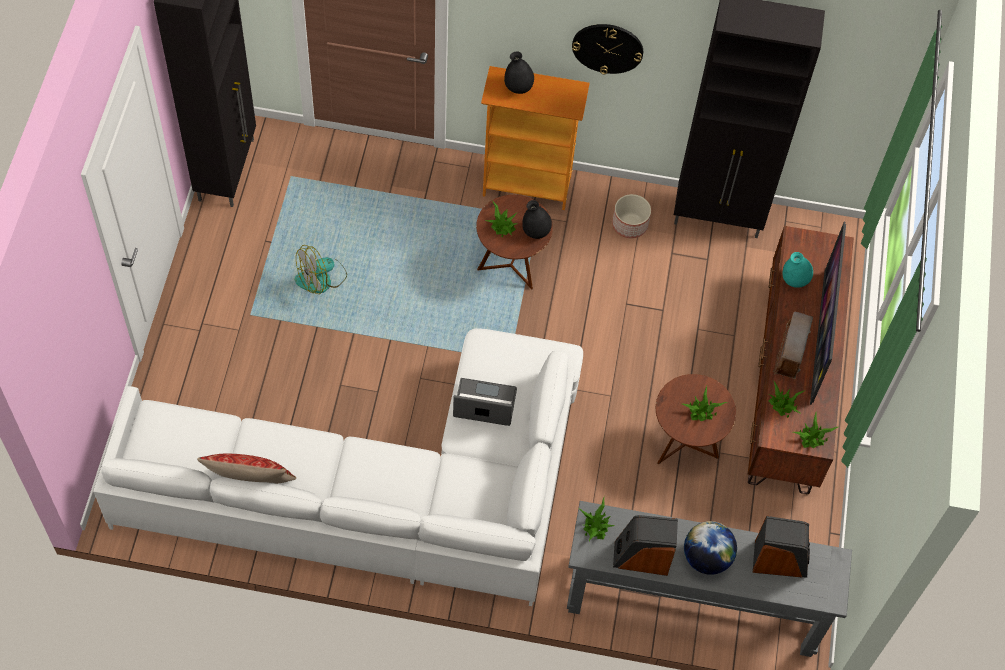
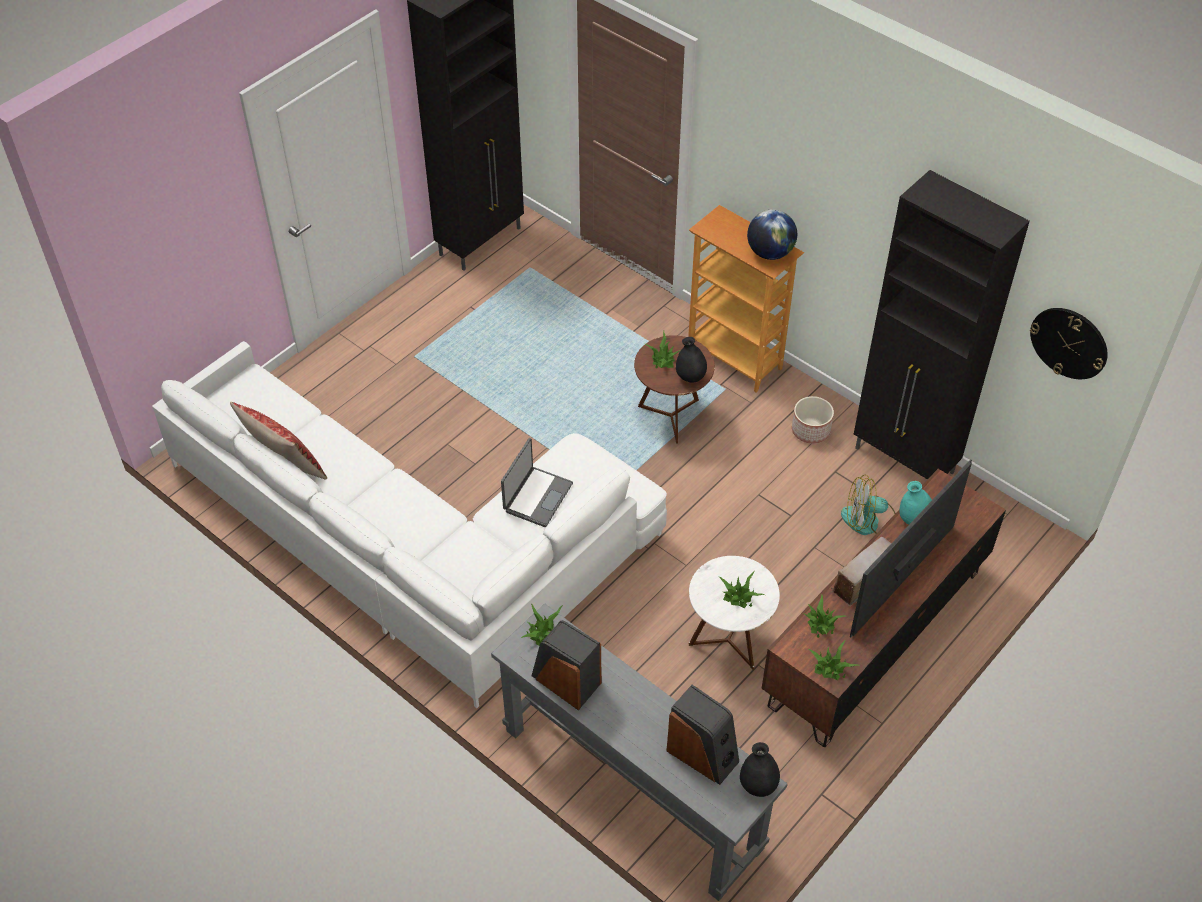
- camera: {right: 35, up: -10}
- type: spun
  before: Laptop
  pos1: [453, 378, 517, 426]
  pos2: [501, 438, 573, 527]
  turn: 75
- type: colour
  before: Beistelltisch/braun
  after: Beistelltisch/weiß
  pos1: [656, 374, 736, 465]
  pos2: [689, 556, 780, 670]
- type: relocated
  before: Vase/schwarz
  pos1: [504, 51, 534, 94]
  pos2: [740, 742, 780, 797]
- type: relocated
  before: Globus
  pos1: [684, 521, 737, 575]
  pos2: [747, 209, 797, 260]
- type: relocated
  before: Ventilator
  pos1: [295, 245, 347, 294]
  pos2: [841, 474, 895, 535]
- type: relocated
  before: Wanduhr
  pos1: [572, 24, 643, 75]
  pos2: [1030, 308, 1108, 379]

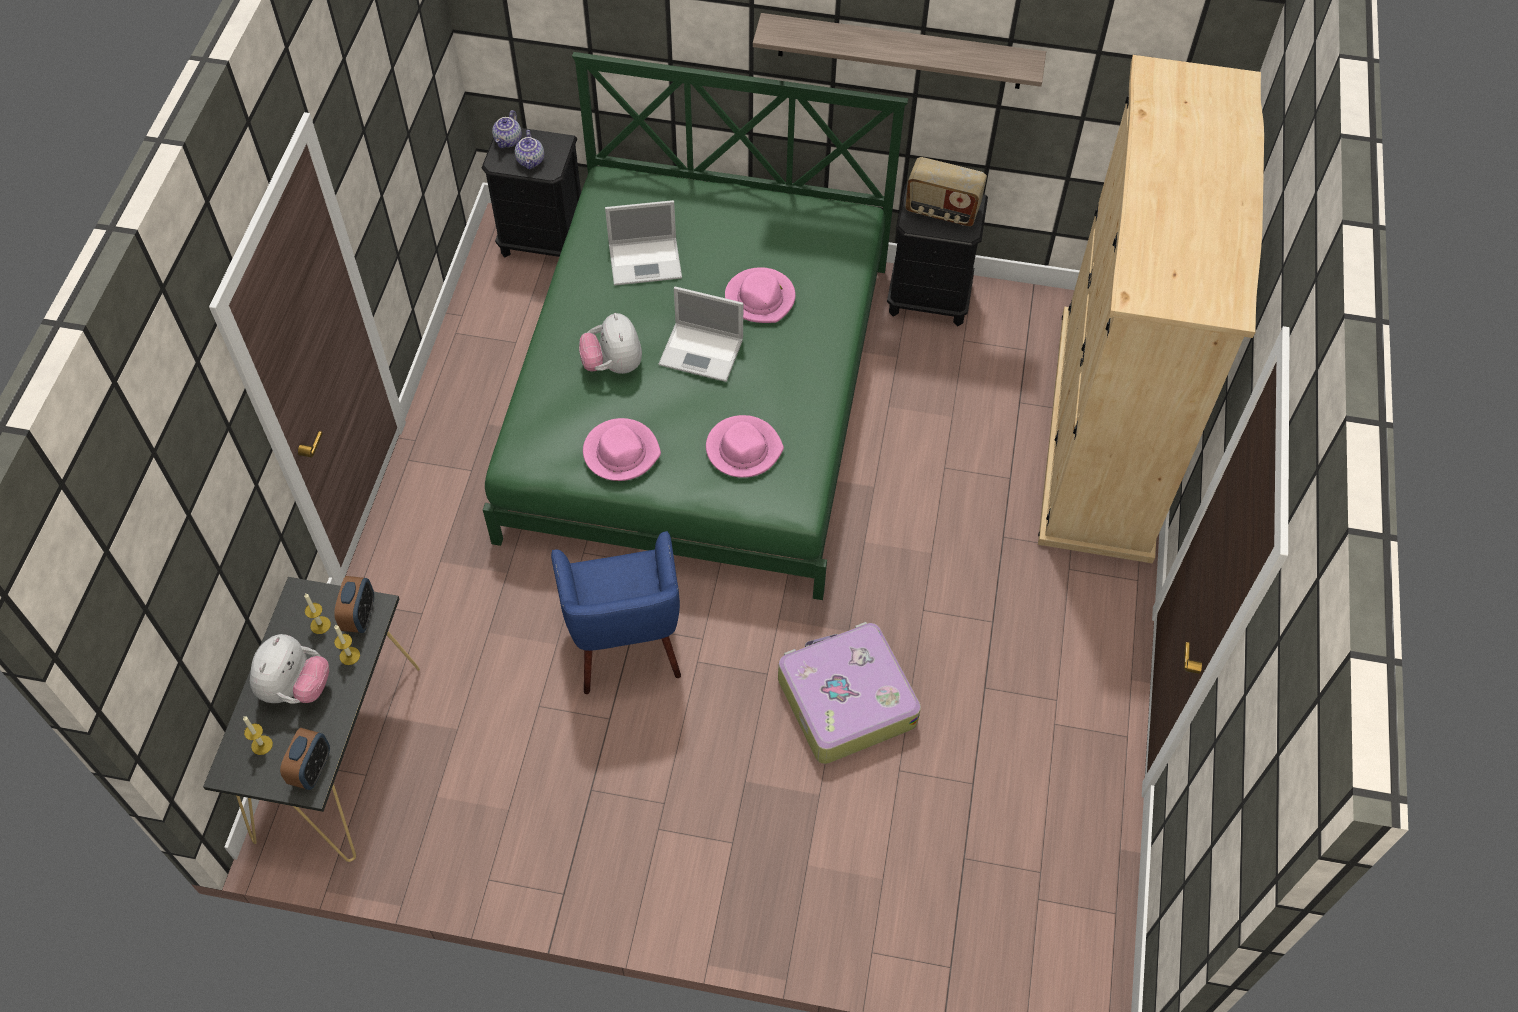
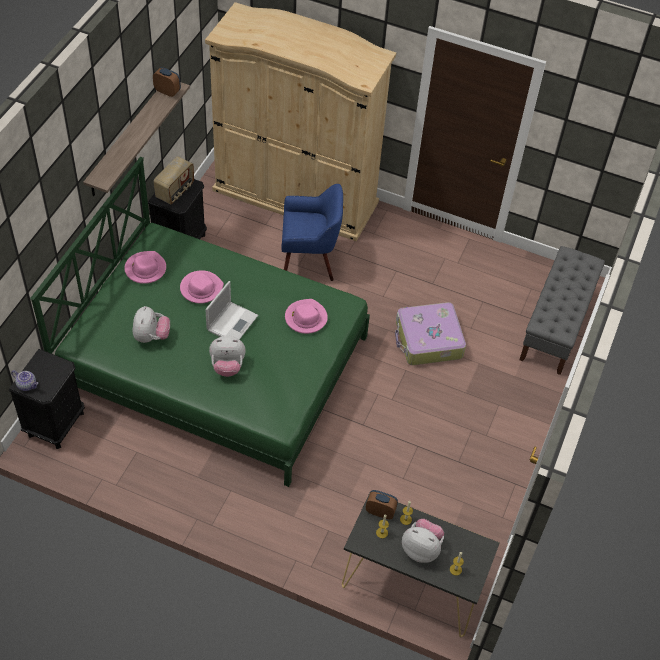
- camera: {right: -80, up: -5}
- type: relocated
  before: Hut/rosa
  pos1: [583, 418, 661, 481]
  pos2: [124, 251, 166, 284]
- type: exchanged
  before: Laptop
  after: Plüschtier
  pos1: [605, 200, 682, 286]
  pos2: [133, 306, 170, 343]
- type: relocated
  before: Wecker
  pos1: [280, 728, 330, 790]
  pos2: [153, 67, 181, 97]
- type: relocated
  before: Sessel/blau
  pos1: [551, 531, 681, 694]
  pos2: [282, 184, 343, 281]
- type: appeared
  after: Bank/grau
  pos2: [519, 246, 605, 375]
- type: missing
  before: Teekanne
  pos1: [515, 130, 544, 169]

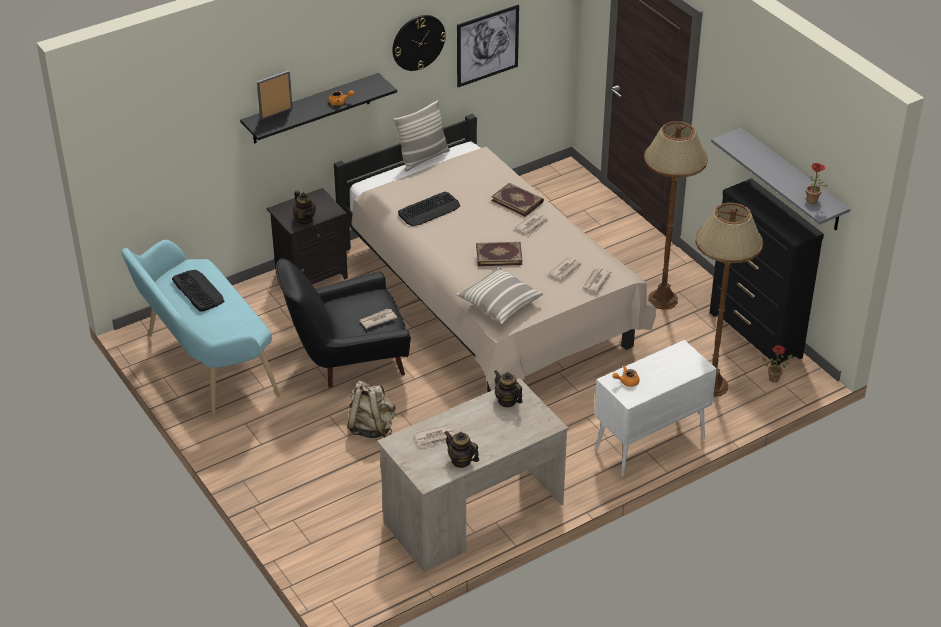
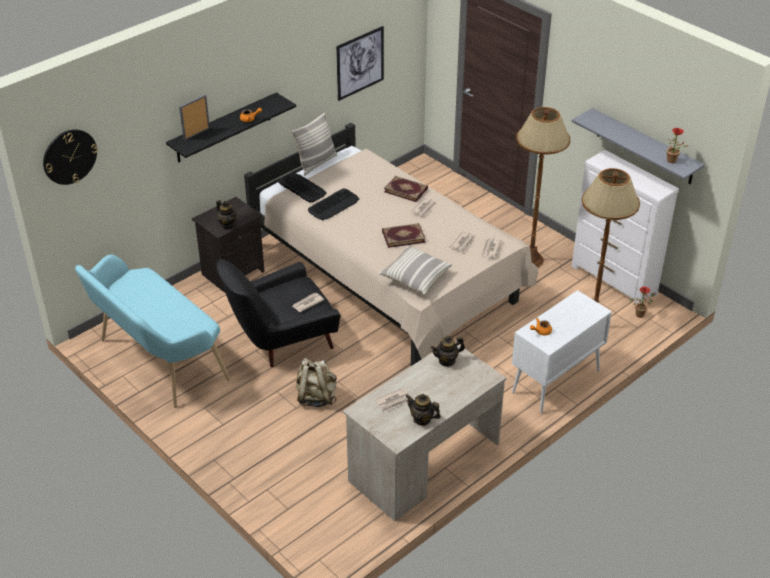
- camera: {right: -10, up: 0}
- type: relocated
  before: Wanduhr
  pos1: [392, 15, 446, 71]
  pos2: [43, 129, 98, 185]
- type: relocated
  before: Tastatur
  pos1: [172, 270, 224, 312]
  pos2: [278, 173, 327, 203]
- type: spun
  before: Teekanne
  pos1: [494, 370, 523, 407]
  pos2: [431, 336, 465, 367]
  turn: -60
- type: colour
  before: Kommode/schwarz
  after: Kommode/weiß
  pos1: [709, 178, 824, 366]
  pos2: [572, 150, 679, 305]

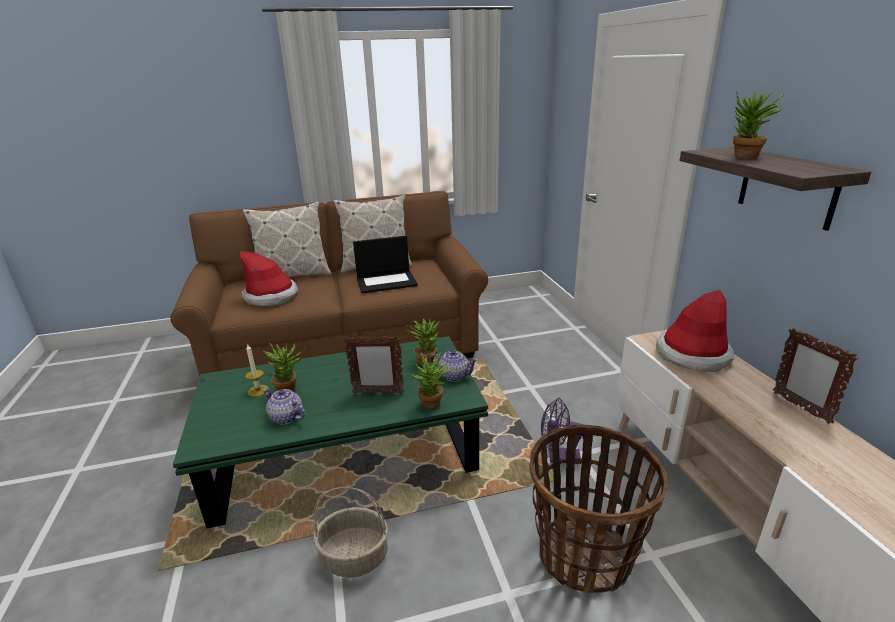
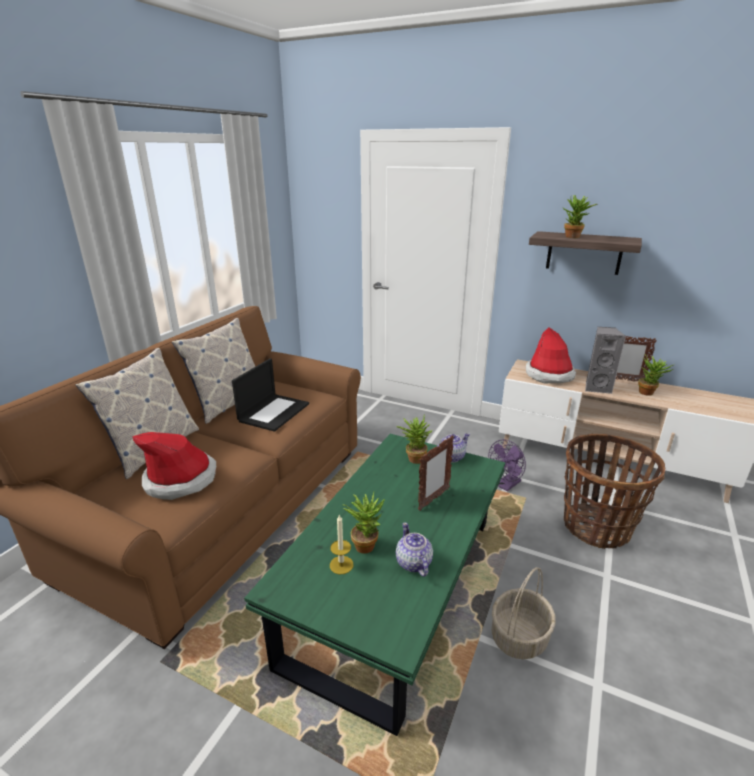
- camera: {right: -50, up: 0}
- type: spun
  before: Teekanne
  pos1: [263, 388, 305, 425]
  pos2: [396, 522, 433, 577]
  turn: 90
- type: appeared
  after: Lautsprecher/grau
  pos2: [585, 327, 626, 394]
- type: relocated
  before: Topfpflanze
  pos1: [410, 352, 454, 409]
  pos2: [638, 355, 674, 396]

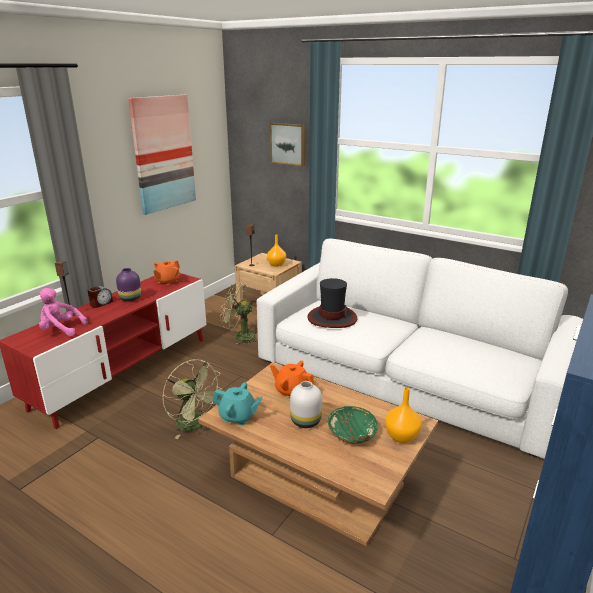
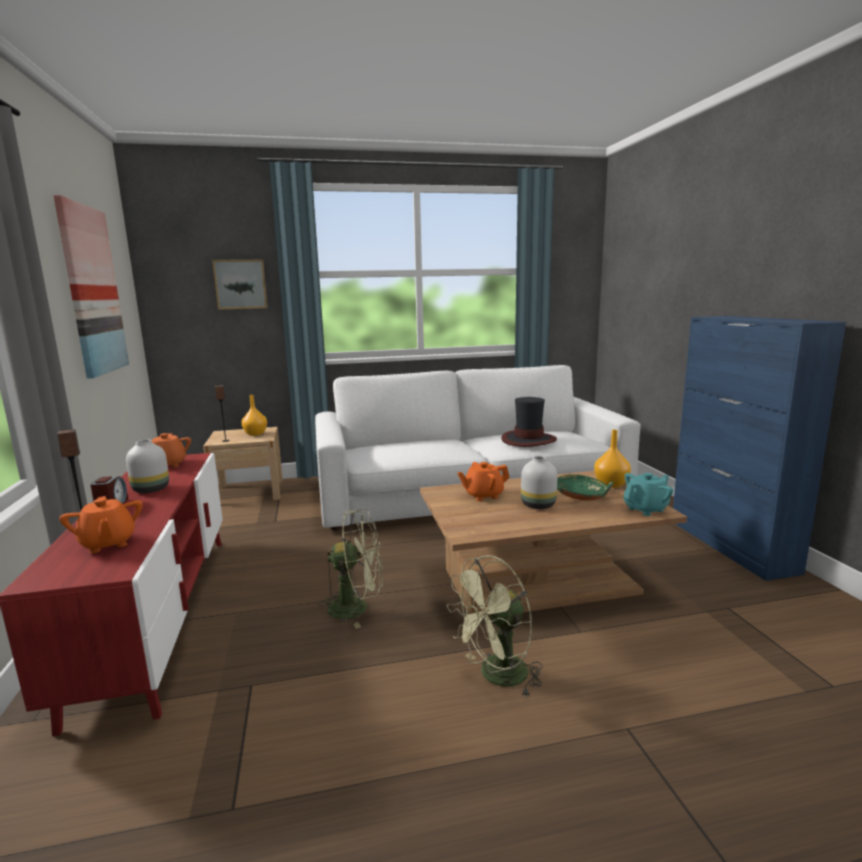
- camera: {right: -45, up: -10}
- type: exchanged
  before: Plüschtier/rosa
  after: Teekanne/orange
  pos1: [39, 288, 88, 336]
  pos2: [59, 496, 143, 553]
- type: colour
  before: Vase/lila
  after: Vase/weiß
  pos1: [116, 268, 141, 302]
  pos2: [126, 440, 169, 493]
- type: relocated
  before: Ventilator/grün
  pos1: [220, 282, 258, 345]
  pos2: [447, 555, 543, 698]
- type: relocated
  before: Hut
  pos1: [307, 278, 357, 328]
  pos2: [501, 397, 557, 447]
- type: relocated
  before: Teekanne/türkis
  pos1: [213, 382, 262, 425]
  pos2: [623, 473, 673, 516]

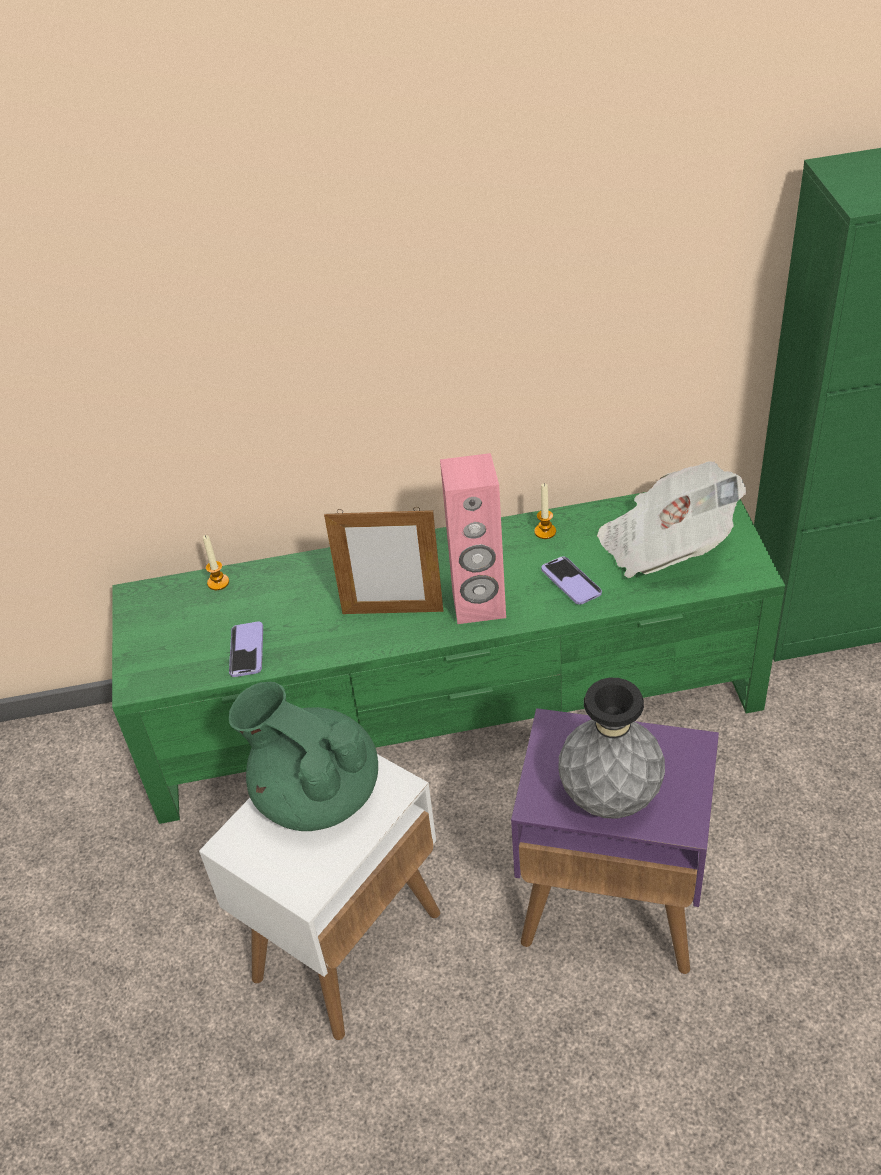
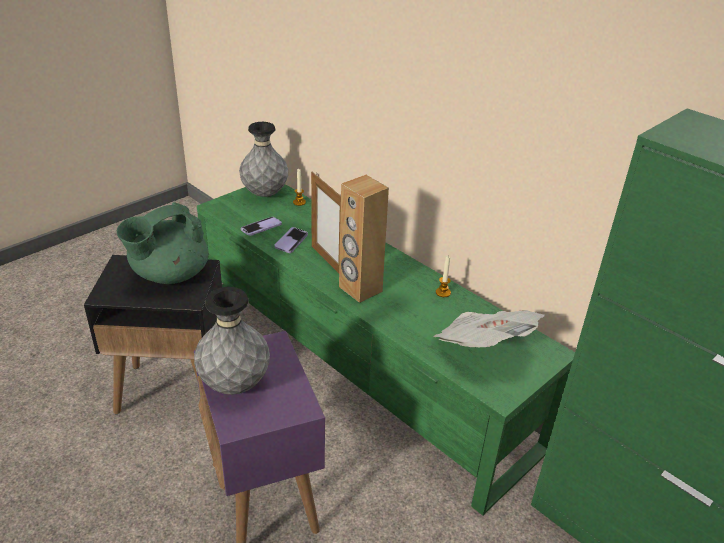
- camera: {right: 50, up: -10}
- type: colour
  before: Beistelltisch/weiß
  after: Beistelltisch/schwarz
  pos1: [199, 754, 440, 1040]
  pos2: [84, 255, 222, 414]
- type: spun
  before: Teekanne/grün
  pos1: [229, 682, 378, 831]
  pos2: [117, 202, 208, 284]
  turn: -135
- type: appeared
  after: Vase/grau
  pos2: [239, 122, 289, 197]
- type: relocated
  before: Handy
  pos1: [541, 556, 602, 605]
  pos2: [274, 227, 308, 253]
- type: colour
  before: Lautsprecher/rosa
  after: Lautsprecher/braun
  pos1: [440, 453, 506, 624]
  pos2: [339, 175, 389, 303]

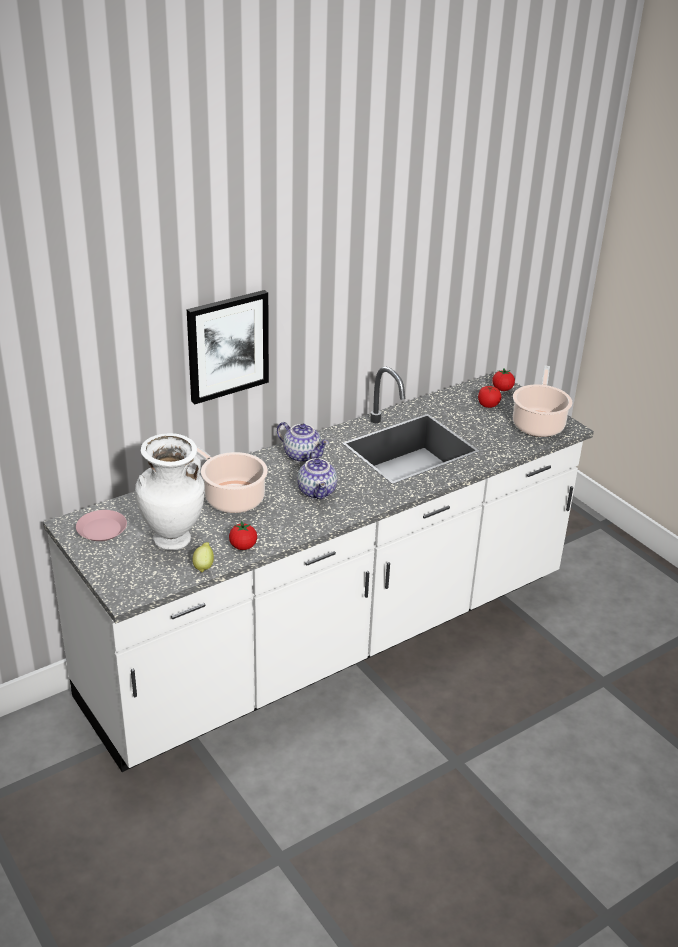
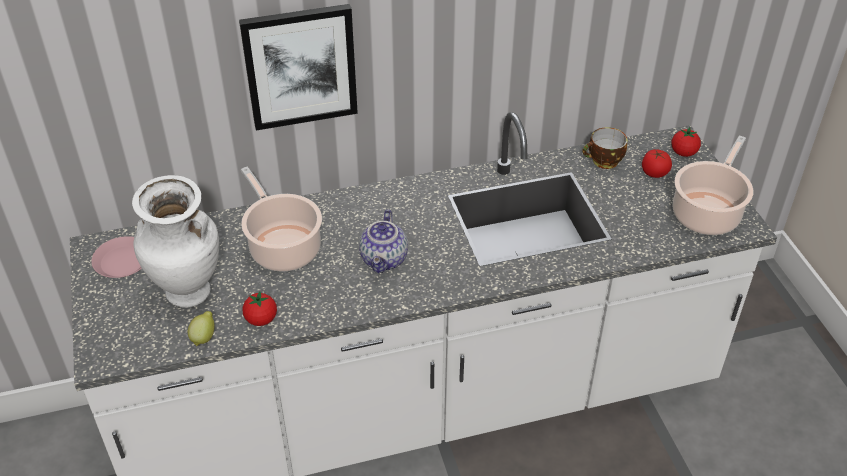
- camera: {right: 20, up: 10}
- type: appeared
  after: Tasse
  pos2: [583, 127, 627, 169]
- type: missing
  before: Teekanne
  pos1: [277, 422, 329, 463]

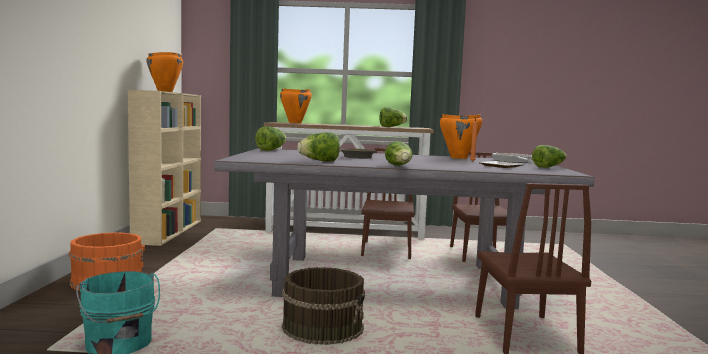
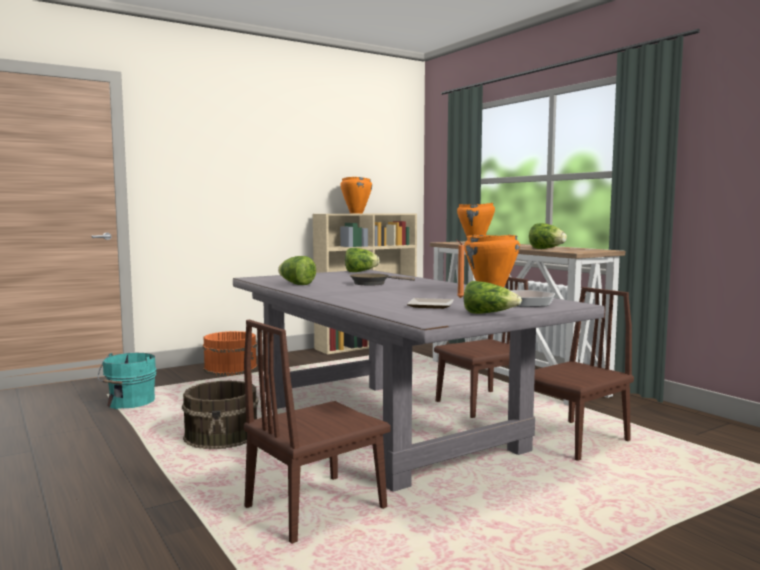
- camera: {right: 55, up: 0}
- type: missing
  before: Salatkopf
  pos1: [385, 141, 413, 166]

